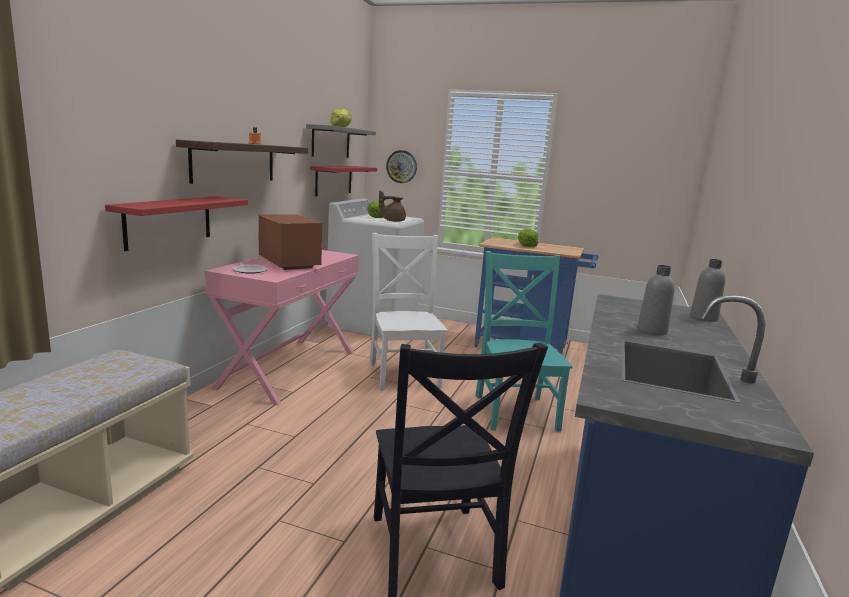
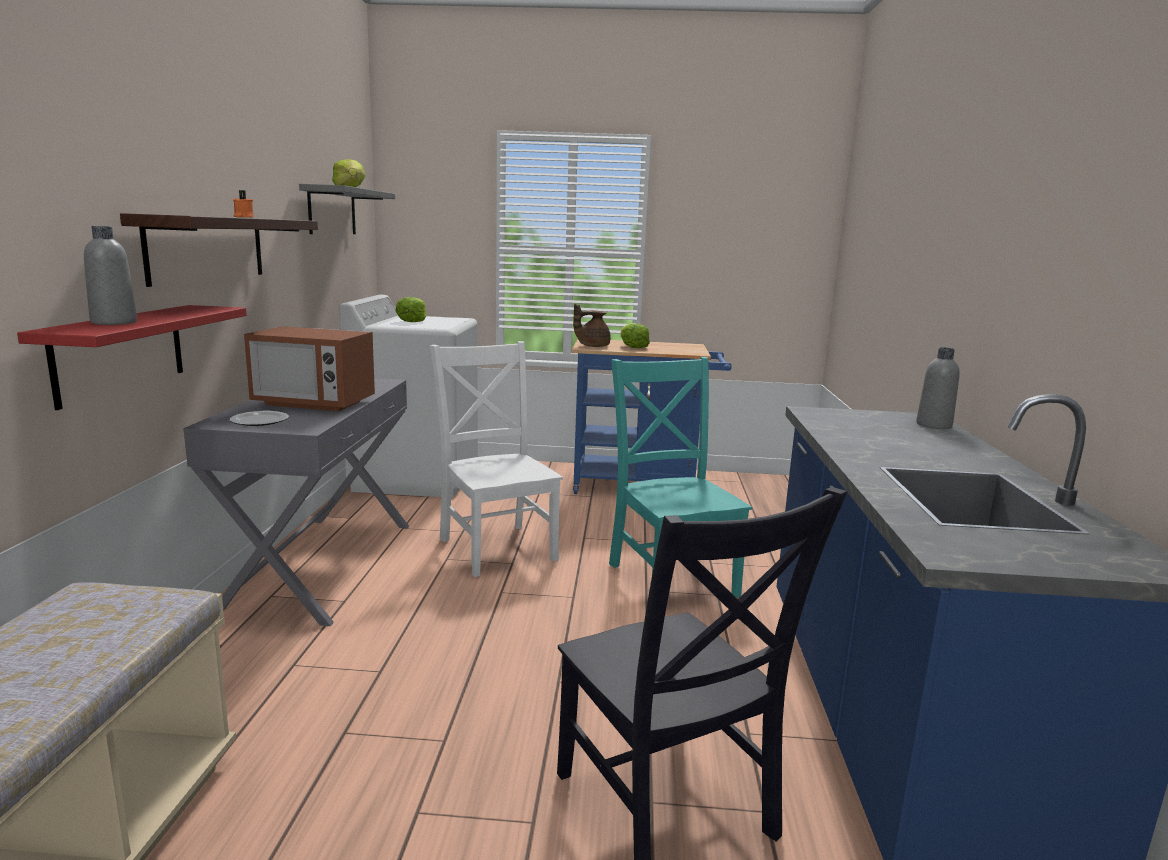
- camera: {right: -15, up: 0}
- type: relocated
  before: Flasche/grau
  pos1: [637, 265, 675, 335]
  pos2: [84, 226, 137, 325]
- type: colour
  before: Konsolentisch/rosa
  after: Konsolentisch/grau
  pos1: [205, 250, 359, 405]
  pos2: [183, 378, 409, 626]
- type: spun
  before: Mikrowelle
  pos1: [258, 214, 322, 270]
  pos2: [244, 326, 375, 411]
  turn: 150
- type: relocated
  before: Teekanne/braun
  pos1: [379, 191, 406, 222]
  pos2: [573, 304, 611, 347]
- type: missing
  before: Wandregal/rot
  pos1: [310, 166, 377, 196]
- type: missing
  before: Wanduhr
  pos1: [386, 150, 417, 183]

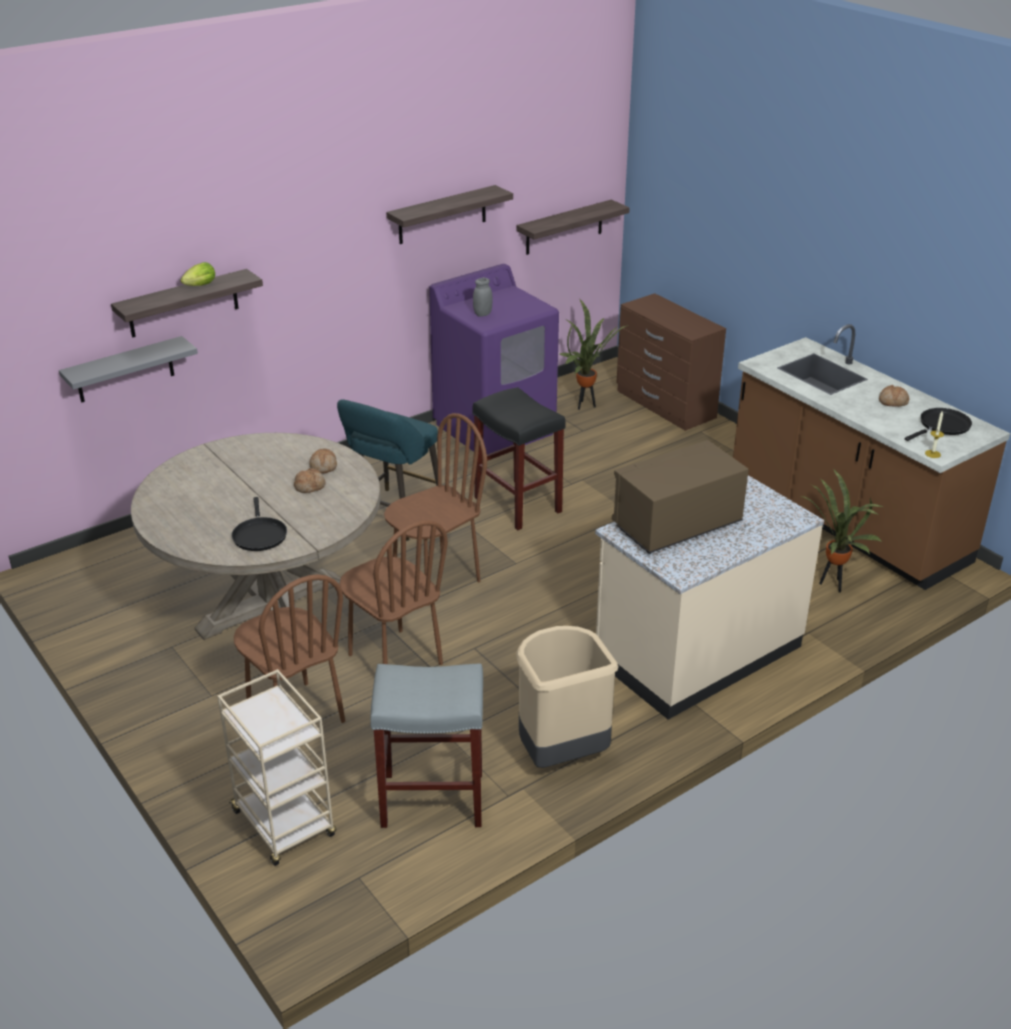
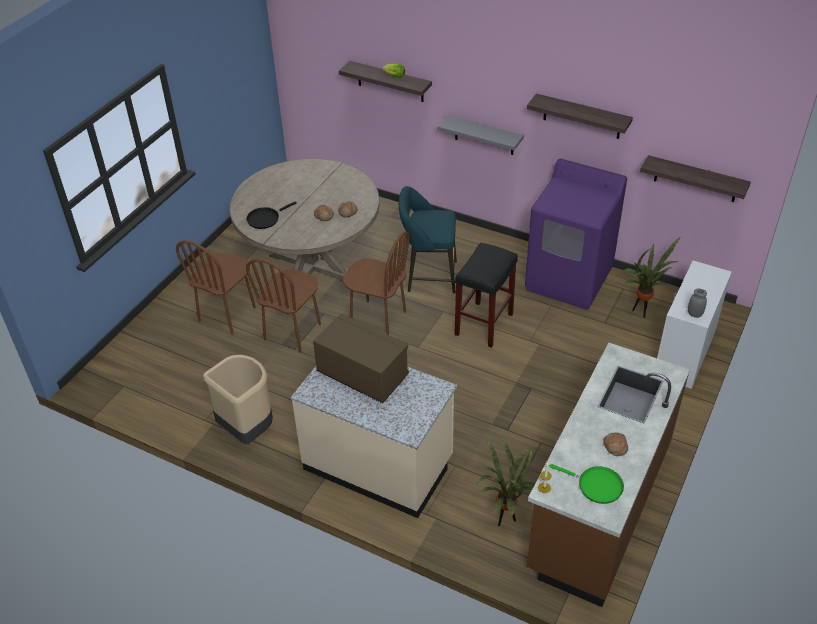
- camera: {right: 65, up: 10}
- type: relocated
  before: Wandregal/grau
  pos1: [59, 336, 198, 403]
  pos2: [437, 115, 524, 155]
- type: colour
  before: Pfanne/schwarz
  after: Pfanne/grün
  pos1: [905, 408, 972, 441]
  pos2: [549, 464, 624, 504]
- type: colour
  before: Kommode/braun
  after: Kommode/weiß
  pos1: [617, 293, 726, 431]
  pos2: [657, 260, 732, 389]
- type: relocated
  before: Vorratsglas/grau
  pos1: [473, 278, 493, 317]
  pos2: [688, 288, 707, 318]
- type: missing
  before: Rollwagen/beige
  pos1: [217, 669, 336, 866]
- type: missing
  before: Hocker/grau
  pos1: [370, 663, 483, 828]

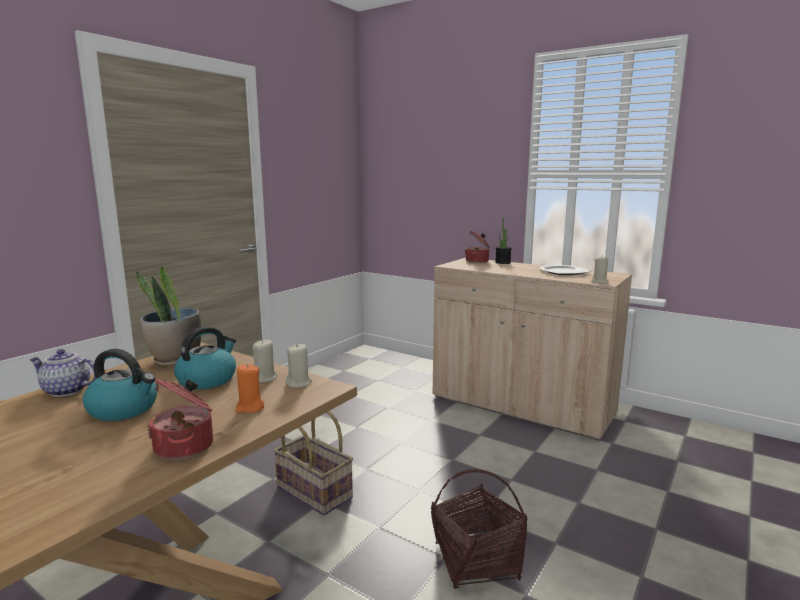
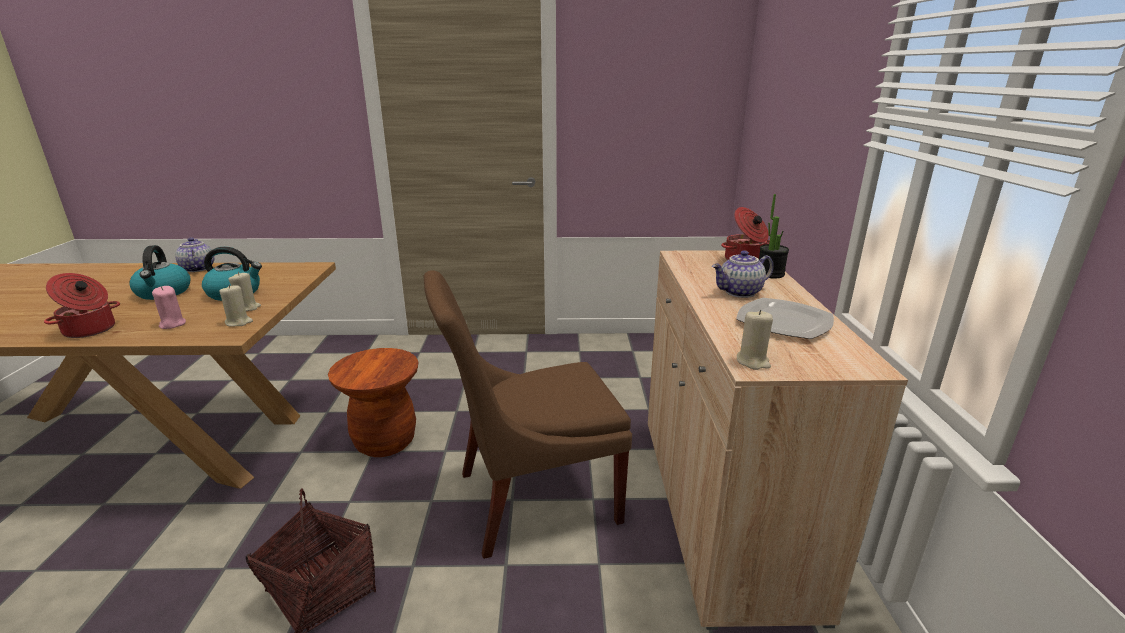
- camera: {right: 55, up: 10}
- type: colour
  before: Kerze/orange
  after: Kerze/rosa
  pos1: [236, 364, 264, 413]
  pos2: [152, 286, 186, 329]
- type: exchanged
  before: Korb
  after: Hocker/braun
  pos1: [273, 411, 353, 516]
  pos2: [328, 348, 419, 457]
- type: appeared
  after: Stuhl/braun
  pos2: [424, 270, 632, 559]
- type: appeared
  after: Teekanne
  pos2: [712, 250, 774, 298]
- type: missing
  before: Topfpflanze
  pos1: [135, 266, 201, 367]

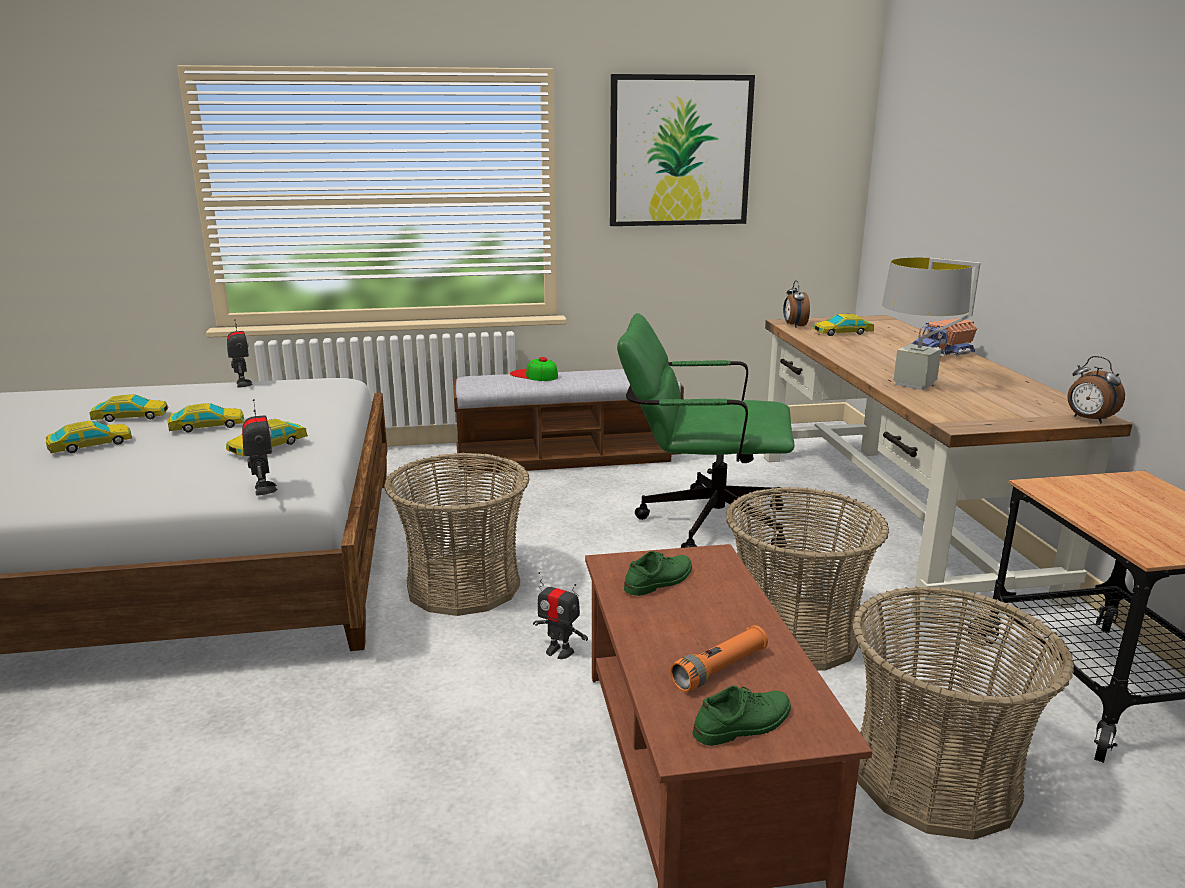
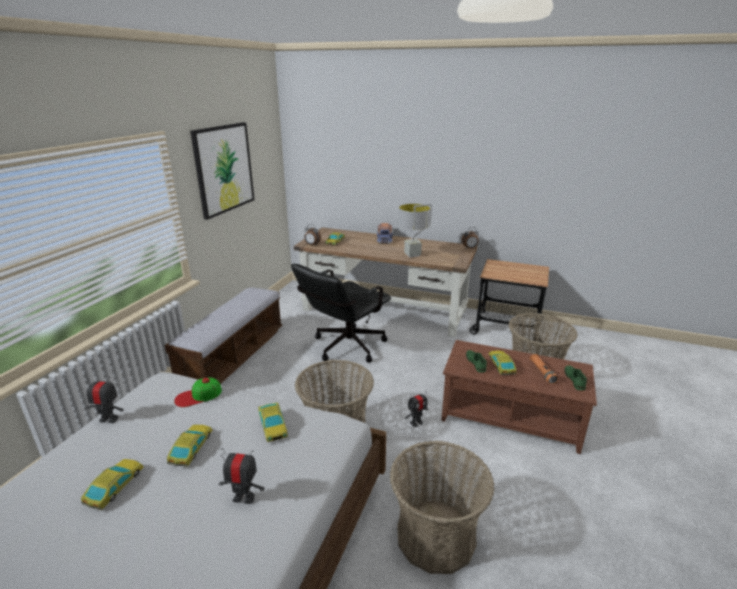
- camera: {right: -60, up: 5}
- type: relocated
  before: Kappe
  pos1: [510, 357, 558, 381]
  pos2: [174, 377, 222, 407]
- type: relocated
  before: Spielzeugroboter
  pos1: [242, 399, 277, 496]
  pos2: [219, 448, 265, 504]
- type: colour
  before: Bürostuhl/grün
  after: Bürostuhl/schwarz
  pos1: [617, 313, 795, 548]
  pos2: [291, 264, 391, 363]
- type: relocated
  before: Korb
  pos1: [725, 487, 889, 671]
  pos2: [390, 441, 495, 574]
- type: relocated
  before: Spielzeugauto
  pos1: [46, 421, 132, 453]
  pos2: [489, 351, 516, 375]

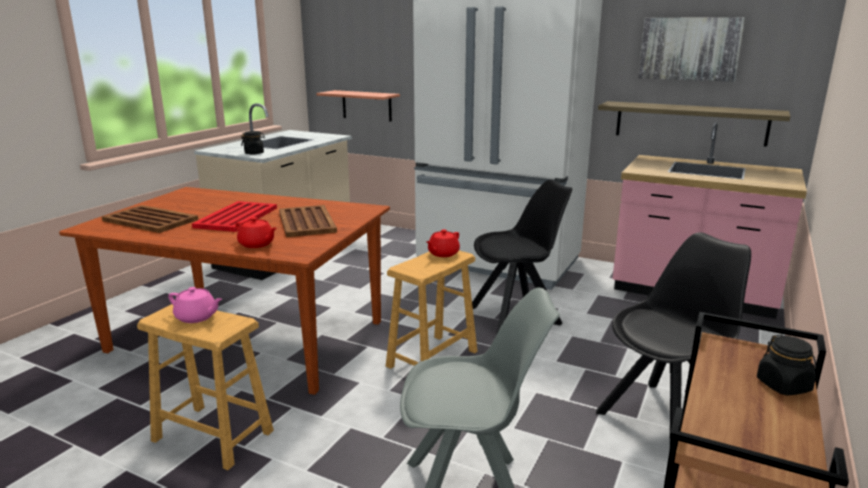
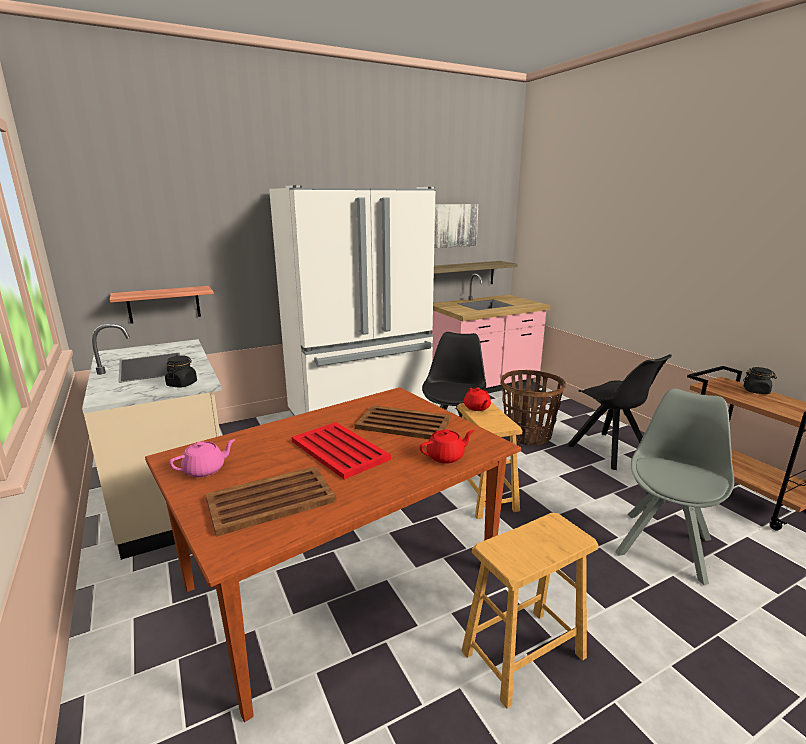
- camera: {right: -55, up: 0}
- type: relocated
  before: Teekanne/rosa
  pos1: [168, 287, 222, 323]
  pos2: [169, 439, 236, 478]
- type: appeared
  after: Korb
  pos2: [501, 370, 566, 446]
- type: spun
  before: Stuhl/schwarz
  pos1: [596, 232, 751, 444]
  pos2: [567, 354, 672, 470]
  turn: 150

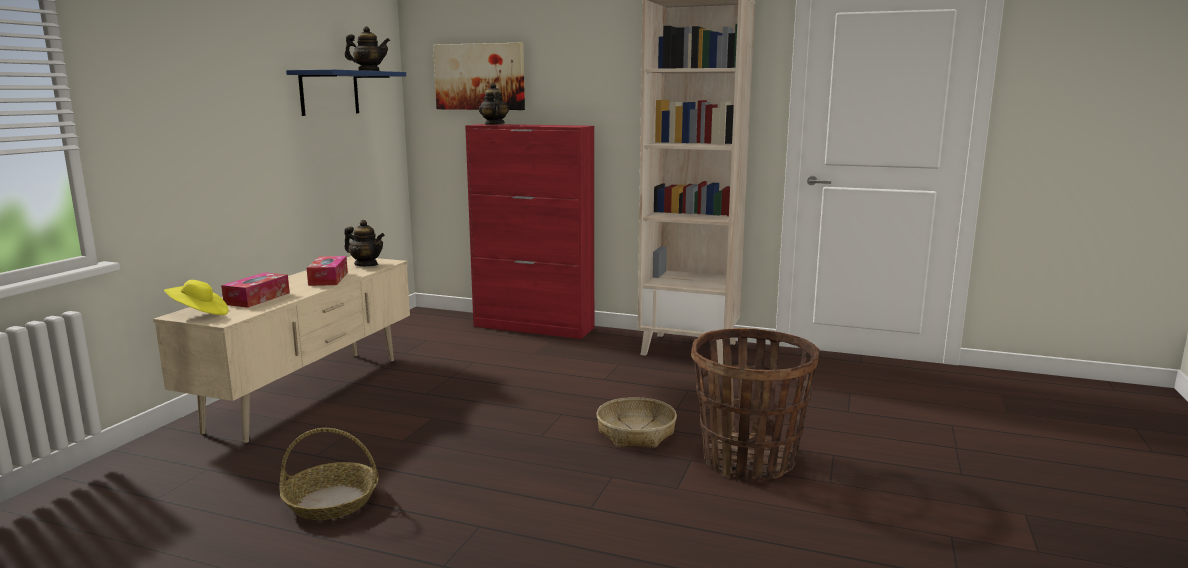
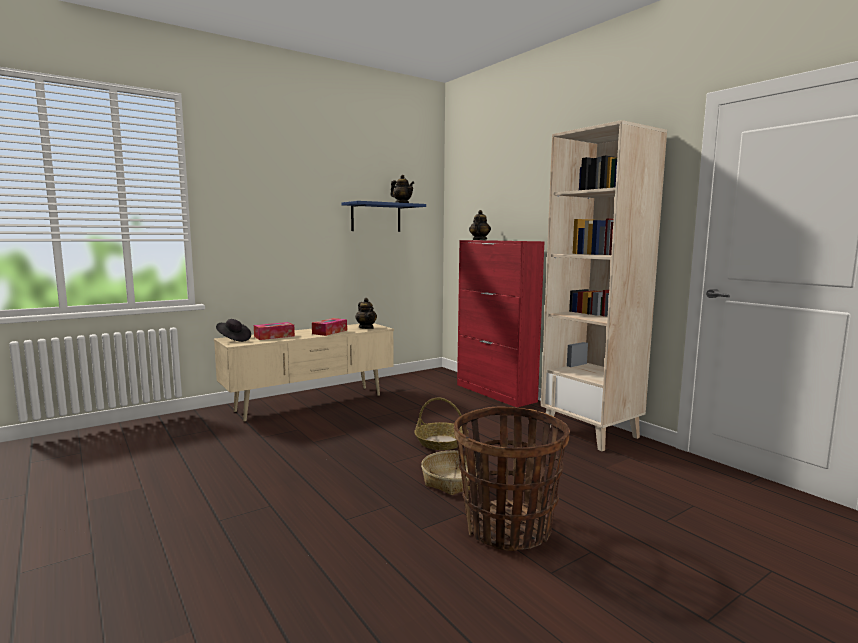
- camera: {right: 35, up: -5}
- type: colour
  before: Hut/gelb
  after: Hut/schwarz
  pos1: [164, 280, 229, 315]
  pos2: [216, 319, 251, 342]
- type: relocated
  before: Korb
  pos1: [279, 428, 379, 520]
  pos2: [414, 398, 468, 450]
- type: missing
  before: Bild
  pos1: [433, 43, 525, 110]

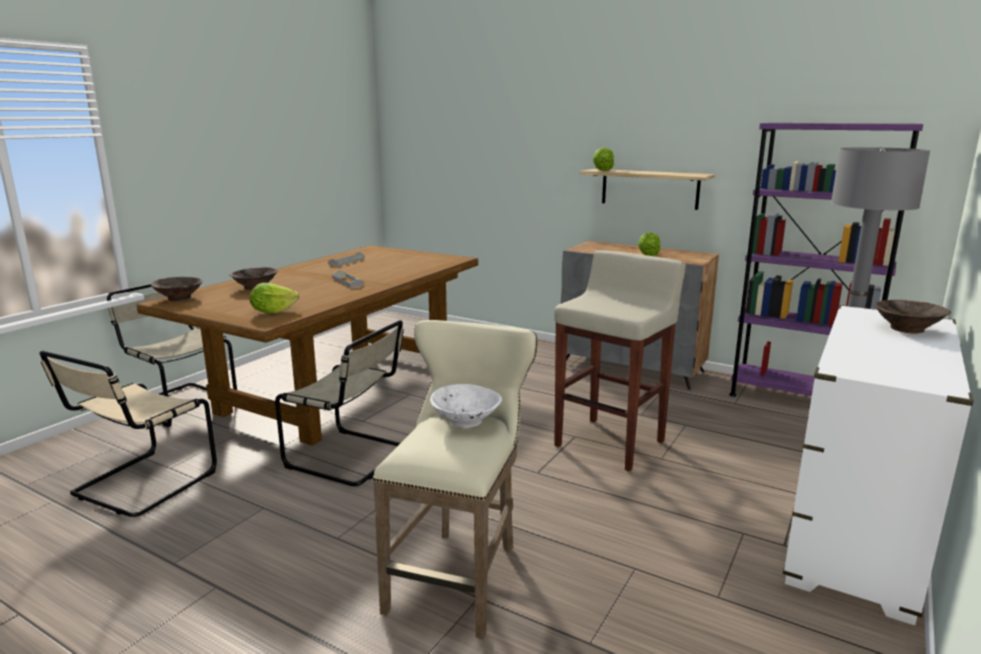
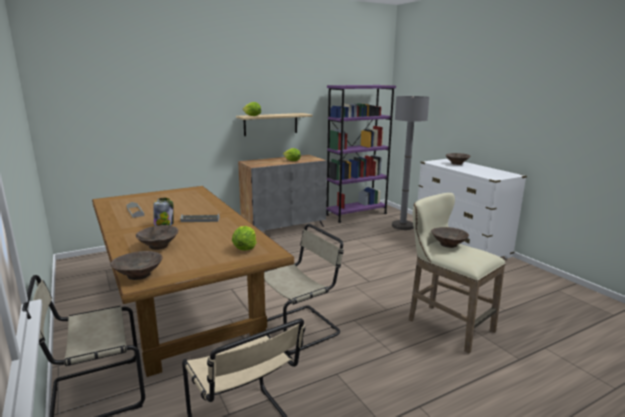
- camera: {right: -60, up: 0}
- type: appeared
  after: Vorratsglas
  pos2: [153, 198, 174, 226]
- type: colour
  before: Schüssel/weiß
  after: Schüssel/braun
  pos1: [430, 384, 502, 428]
  pos2: [431, 227, 469, 248]
- type: missing
  before: Hocker/beige
  pos1: [554, 250, 686, 471]

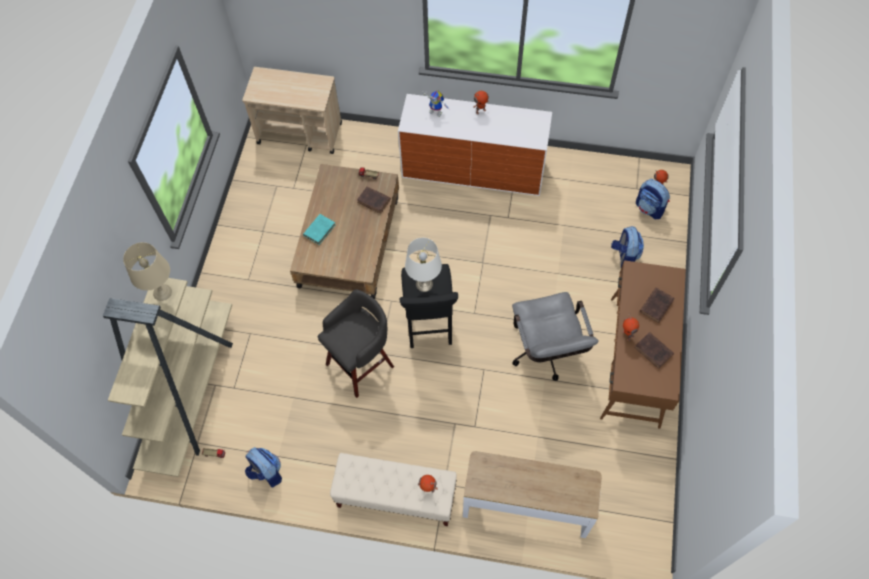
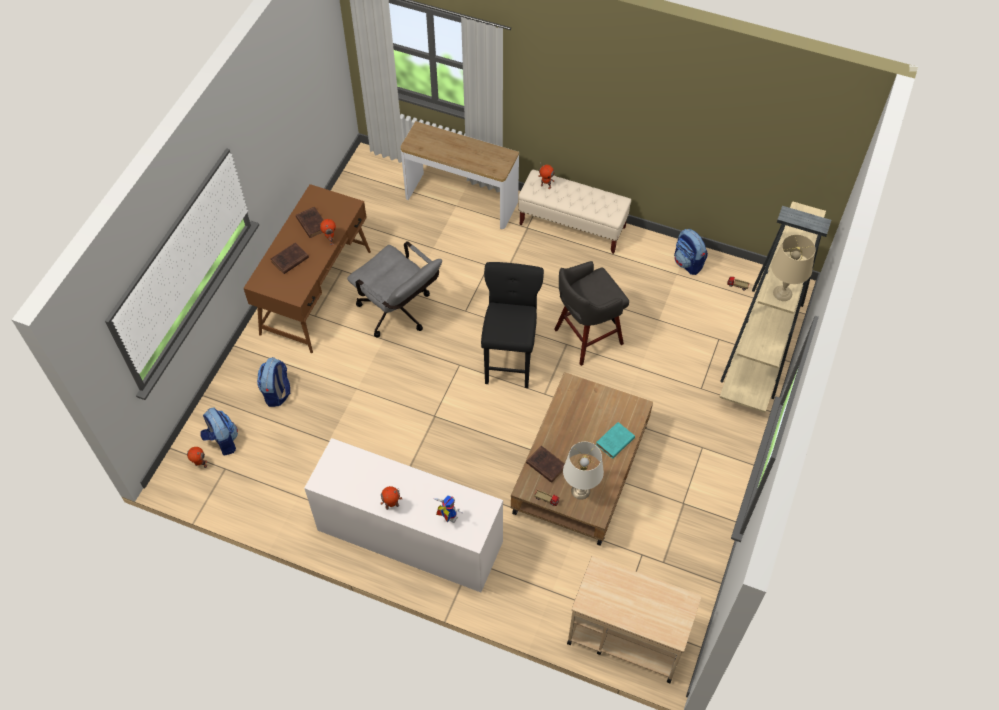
- camera: {right: -170, up: -5}
- type: spun
  before: Bürostuhl/grau
  pos1: [512, 292, 599, 381]
  pos2: [347, 241, 442, 338]
  turn: 135
- type: relocated
  before: Tischlampe/weiß
  pos1: [405, 238, 442, 292]
  pos2: [563, 442, 604, 500]

